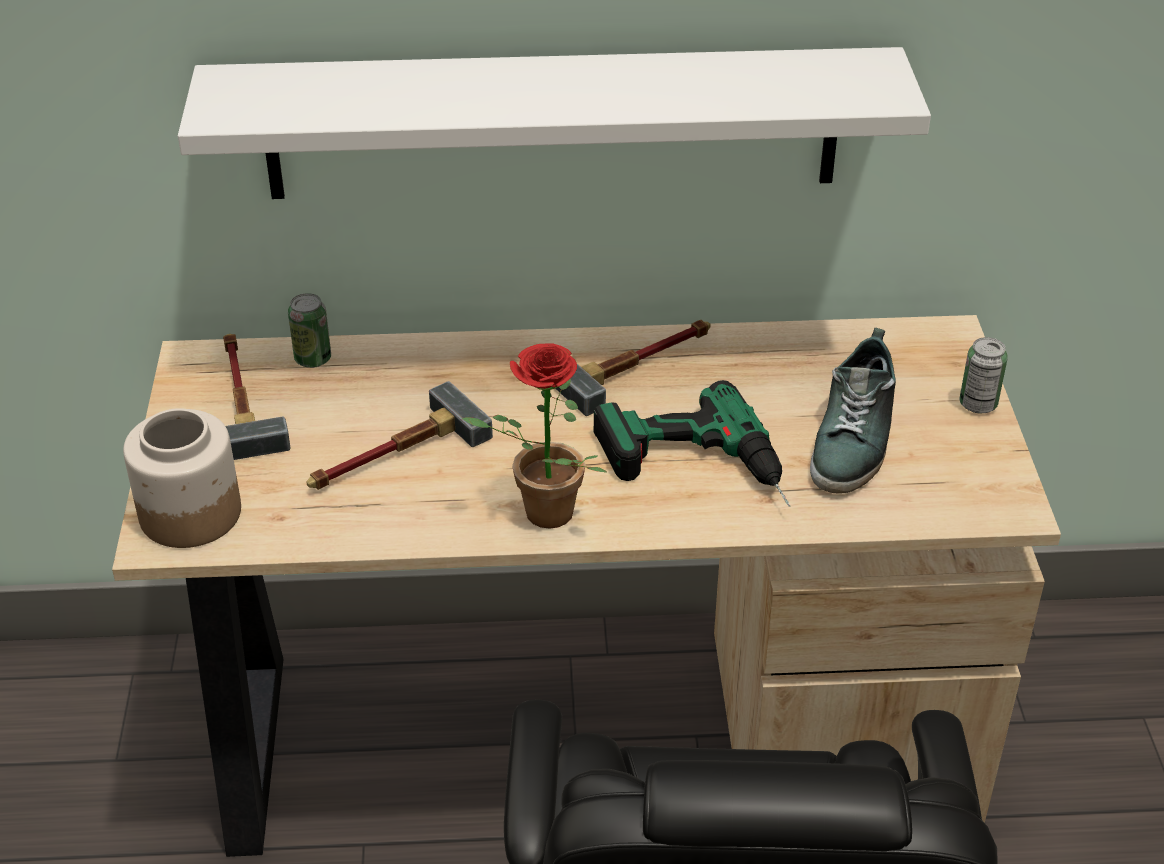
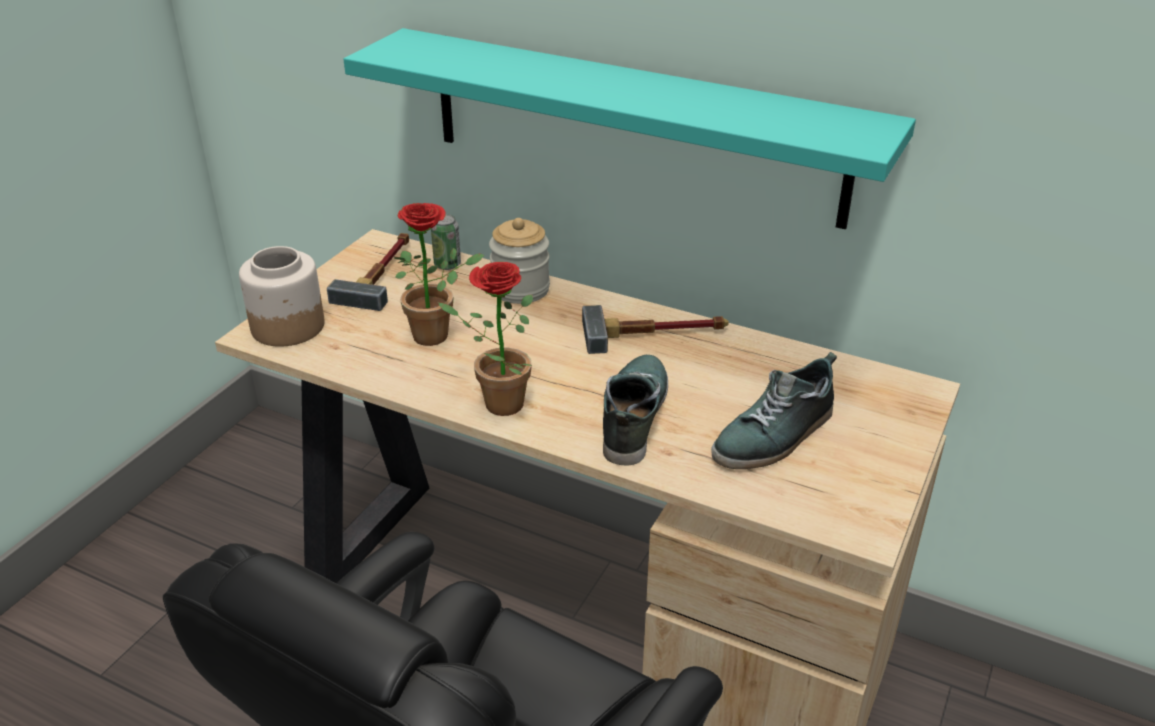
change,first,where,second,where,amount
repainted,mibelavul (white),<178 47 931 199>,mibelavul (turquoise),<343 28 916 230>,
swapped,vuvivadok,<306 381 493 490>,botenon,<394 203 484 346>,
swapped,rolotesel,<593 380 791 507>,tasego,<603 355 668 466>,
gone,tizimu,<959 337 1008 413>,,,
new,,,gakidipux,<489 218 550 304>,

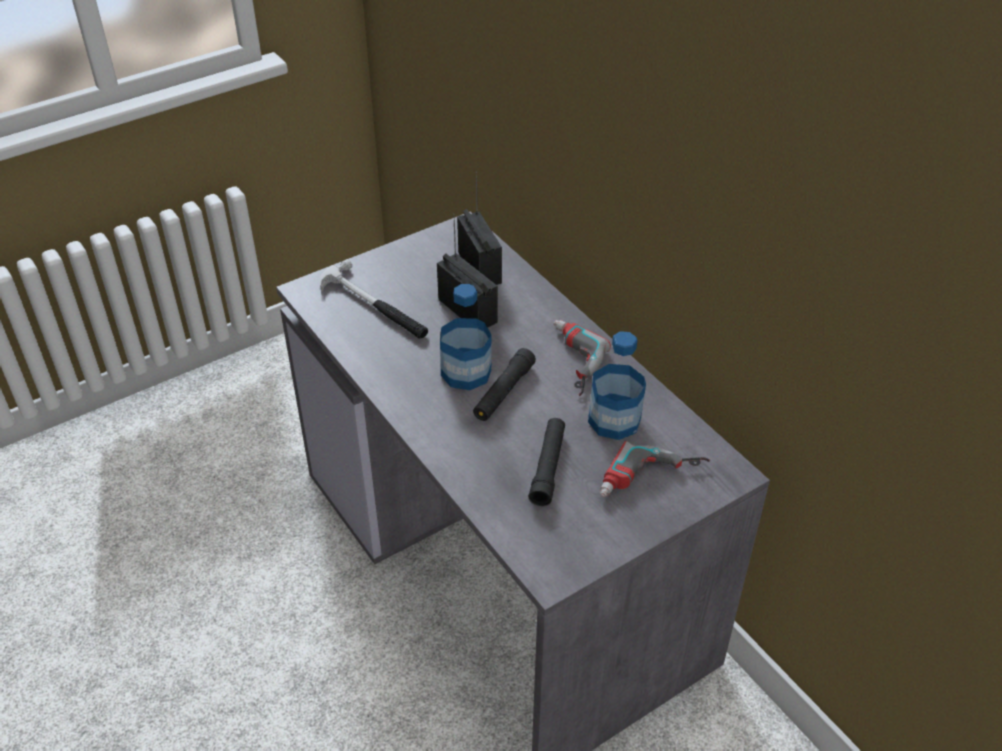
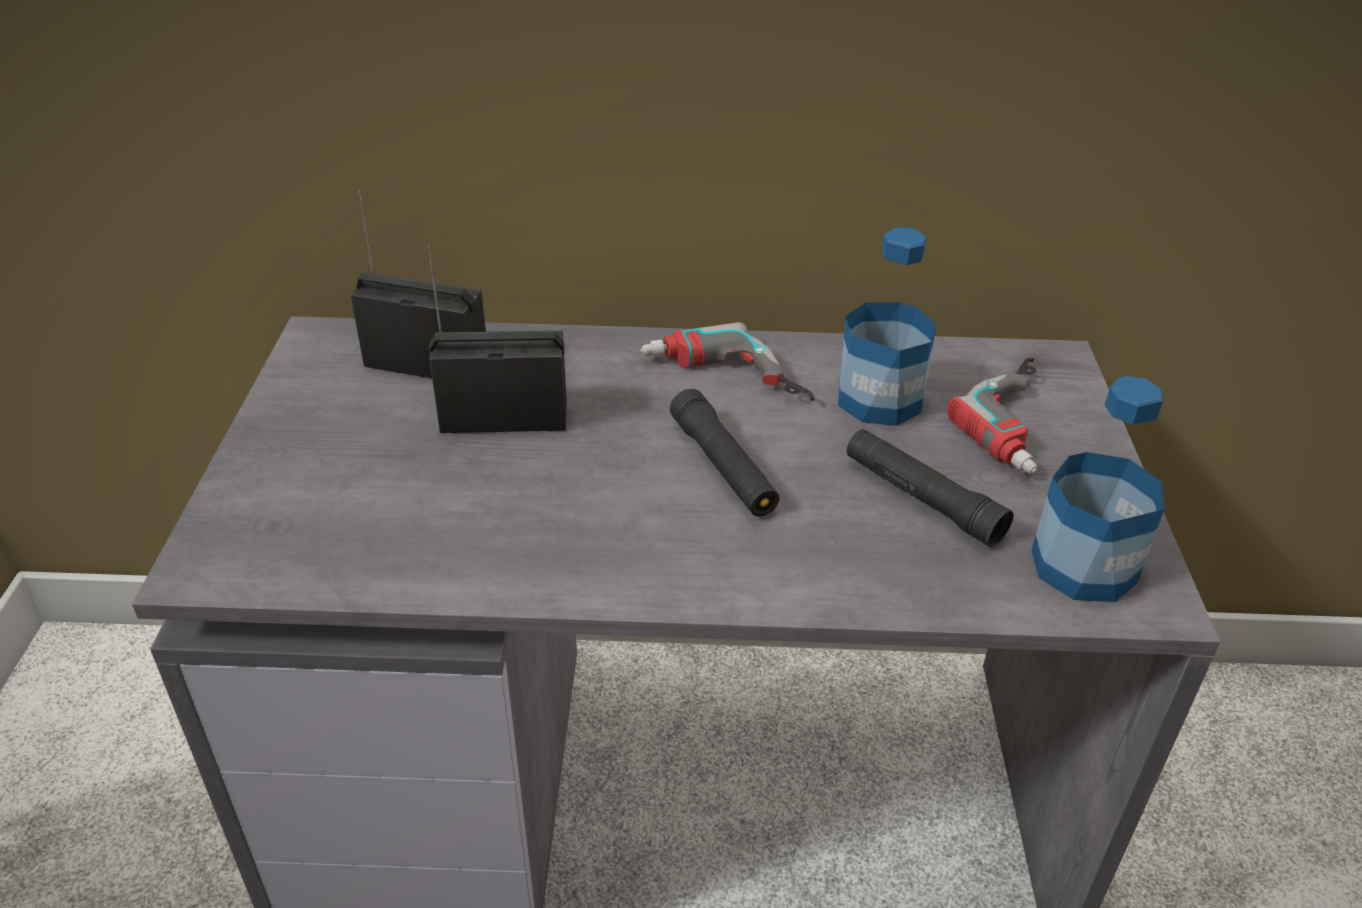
change,first,where,second,where,amount
gone,vuvivadok,<320 259 428 338>,,,
shifted,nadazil,<440 284 492 390>,,<1031 376 1165 602>,

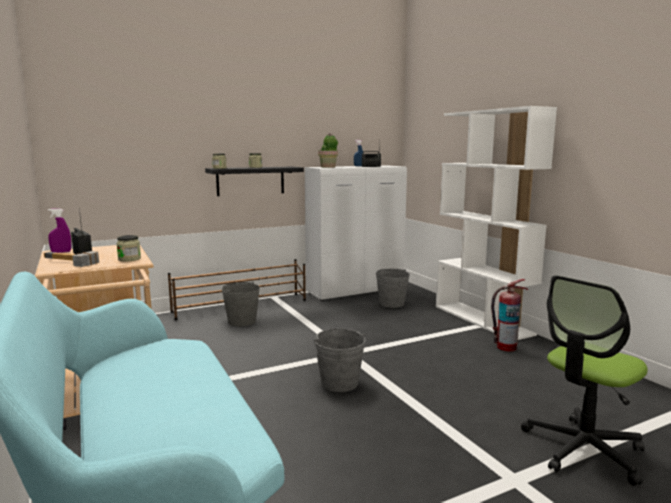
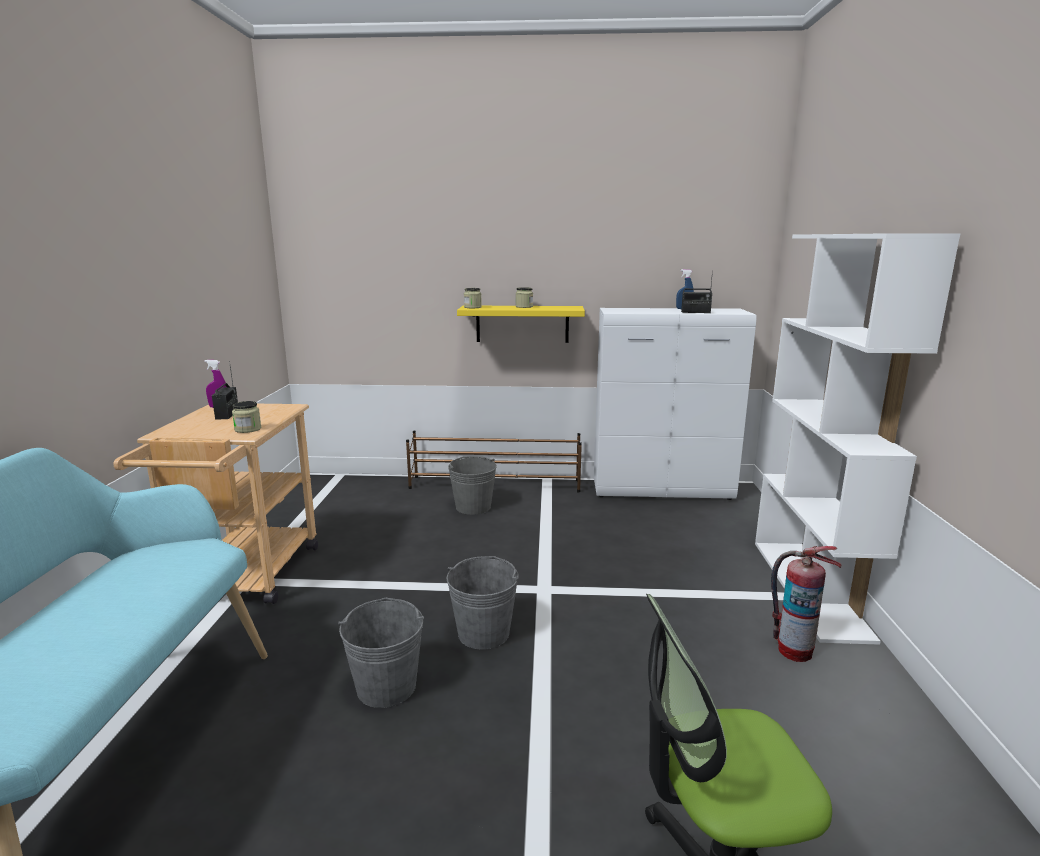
change,first,where,second,where,amount
gone,vuvivadok,<44 251 99 267>,,,
repainted,mibelavul (black),<205 167 304 196>,mibelavul (yellow),<457 305 585 343>,
gone,botenon,<318 133 338 168>,,,
shifted,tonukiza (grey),<376 269 410 308>,,<338 598 424 708>,

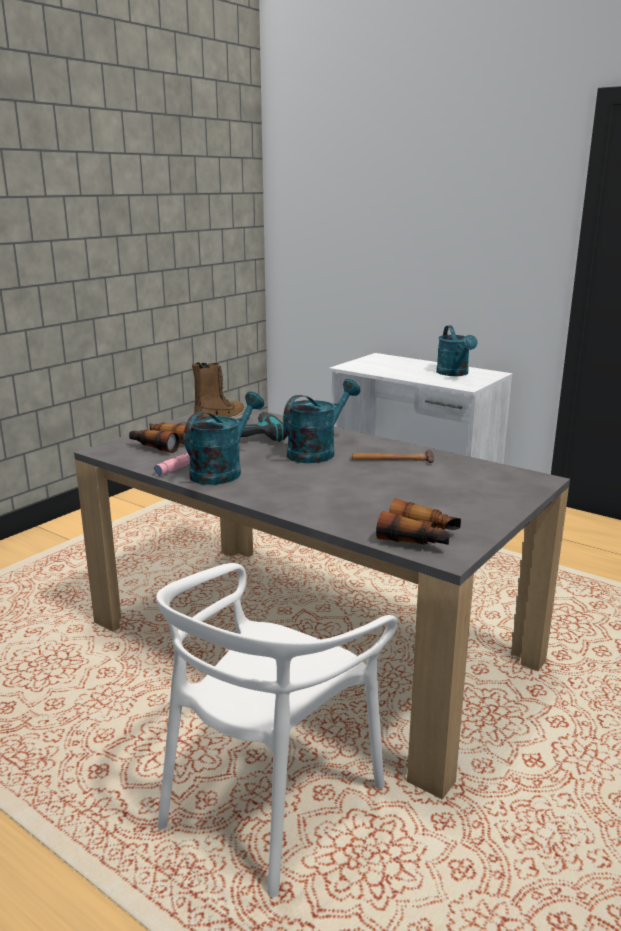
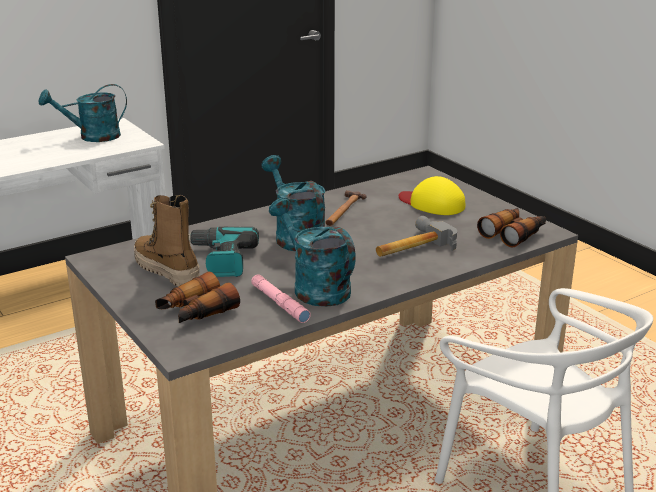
change,first,where,second,where,amount
rotated,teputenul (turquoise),<436 325 478 376>,,<38 84 127 142>,150 degrees clockwise
new,,,vuvivadok,<376 216 457 257>,
new,,,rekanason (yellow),<399 176 465 215>,

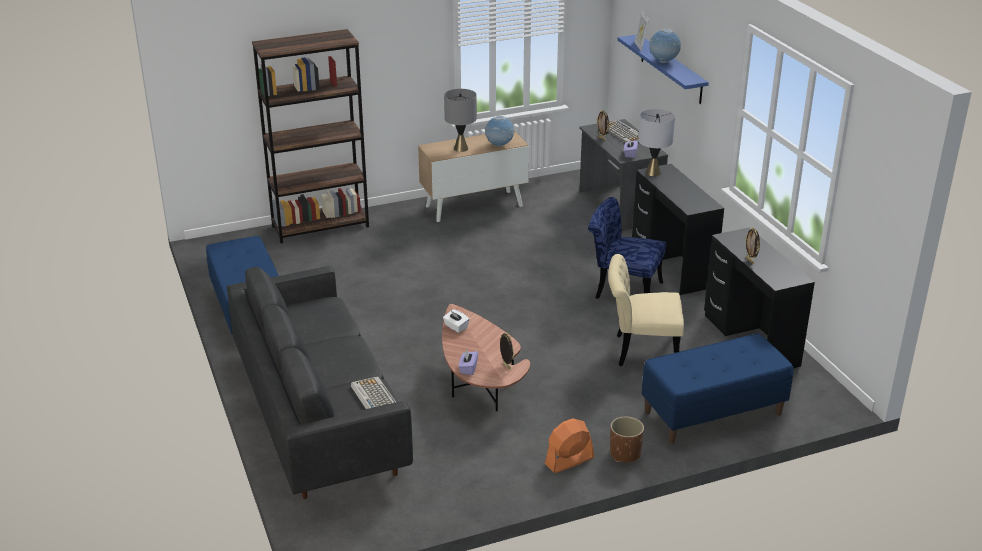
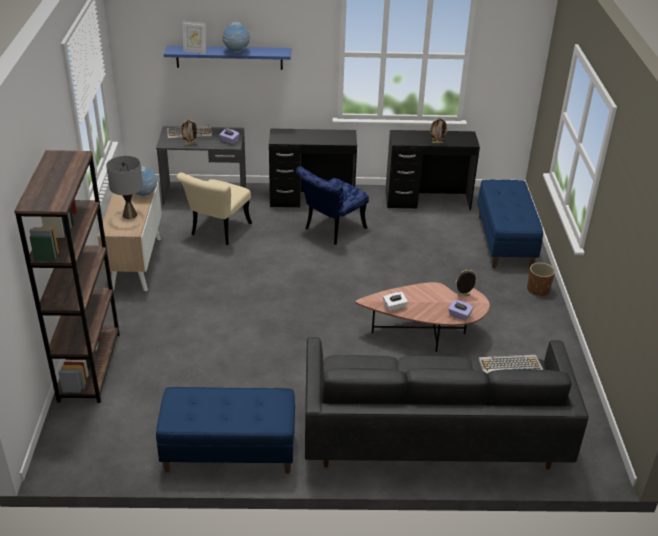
change,first,where,second,where,amount
gone,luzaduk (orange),<545 418 594 473>,,,
shifted,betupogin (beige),<608 254 684 366>,,<176 173 252 245>,
gone,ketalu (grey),<638 109 675 176>,,,

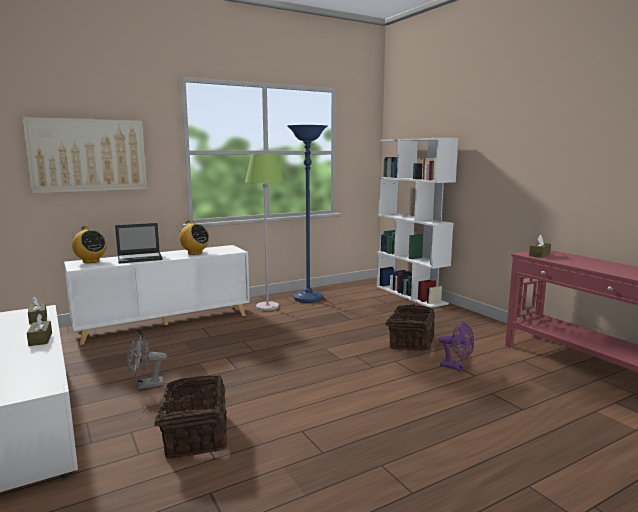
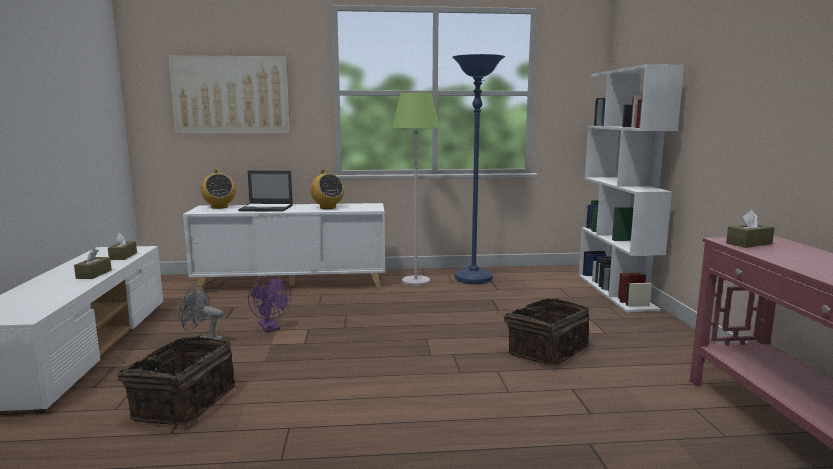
change,first,where,second,where,amount
shifted,luzaduk (purple),<438 321 474 371>,,<248 276 291 332>,

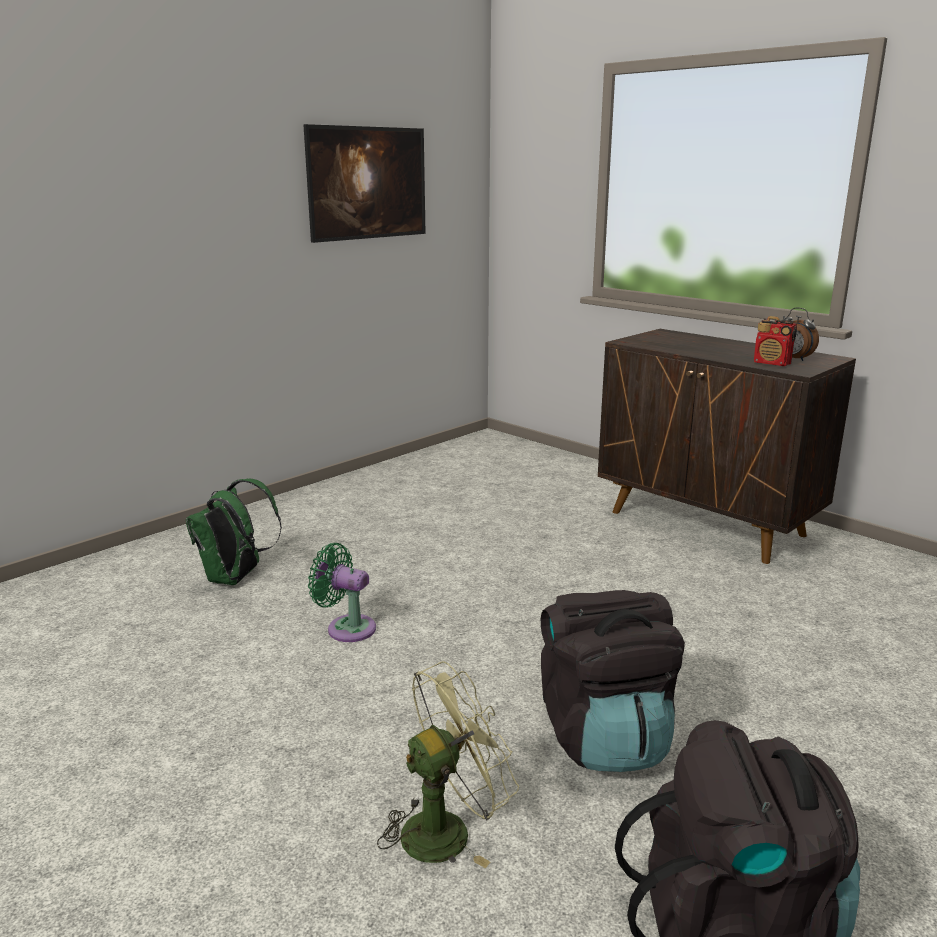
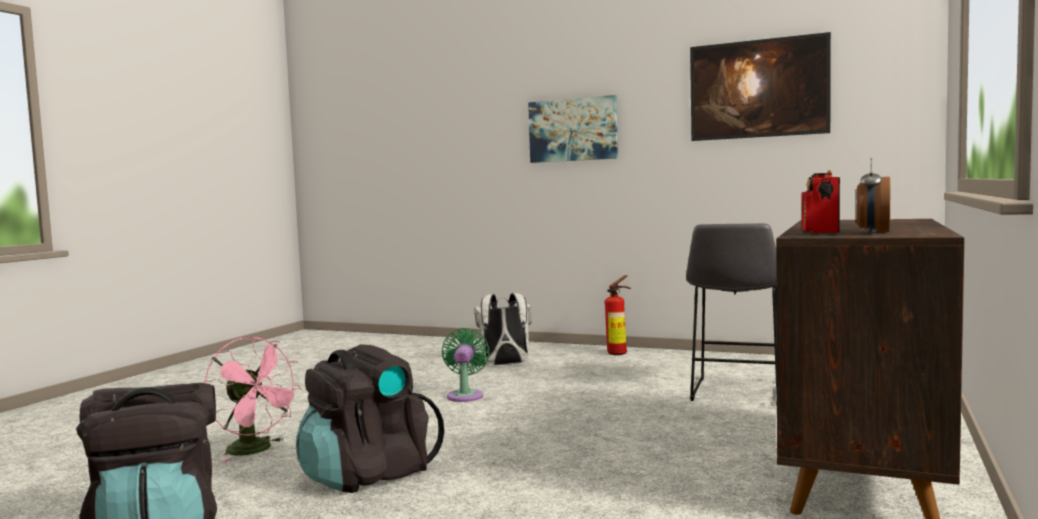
change,first,where,second,where,amount
repainted,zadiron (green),<186 479 282 585>,zadiron (white),<474 293 531 365>,
repainted,luzaduk (green),<377 661 519 868>,luzaduk (pink),<204 337 302 463>,
new,,,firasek,<528 95 618 163>,
new,,,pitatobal,<605 275 631 355>,
new,,,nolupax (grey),<686 223 777 406>,

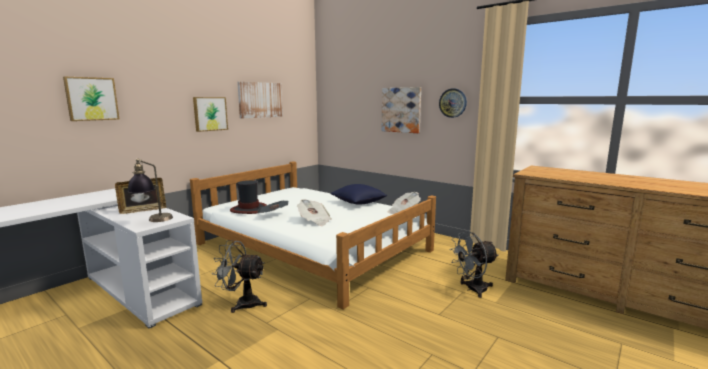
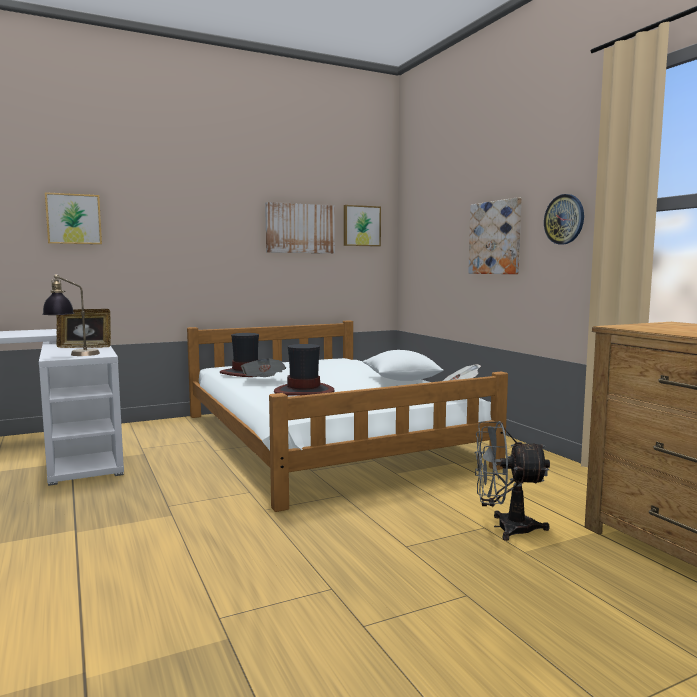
change,first,where,second,where,amount
shifted,firasek,<193 97 228 132>,,<344 205 381 246>,
gone,luzaduk (grey),<213 240 267 313>,,,
swapped,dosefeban,<297 199 332 226>,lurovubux,<274 344 335 396>,
repainted,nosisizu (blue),<330 184 387 205>,nosisizu (white),<363 350 444 381>,

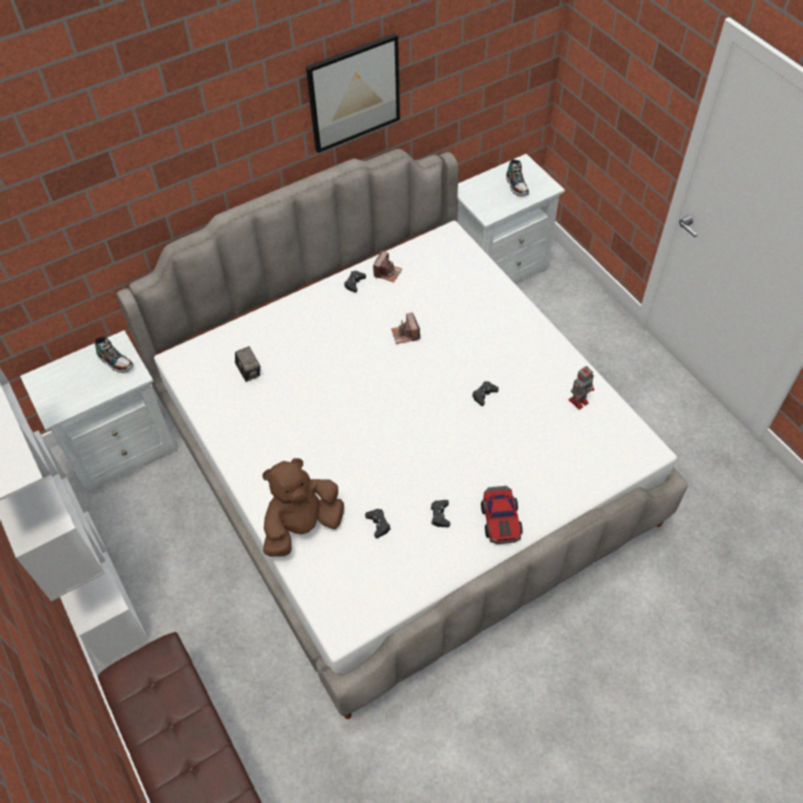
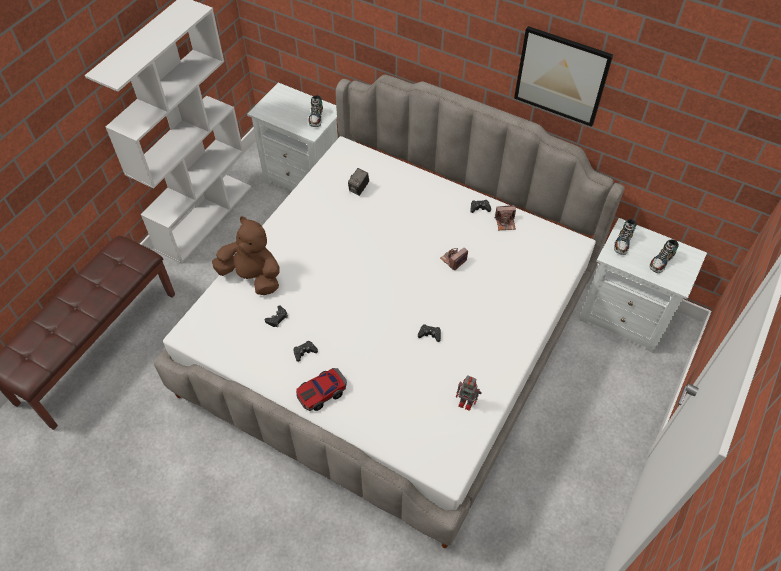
change,first,where,second,where,amount
new,,,tasego,<614 219 637 255>,

